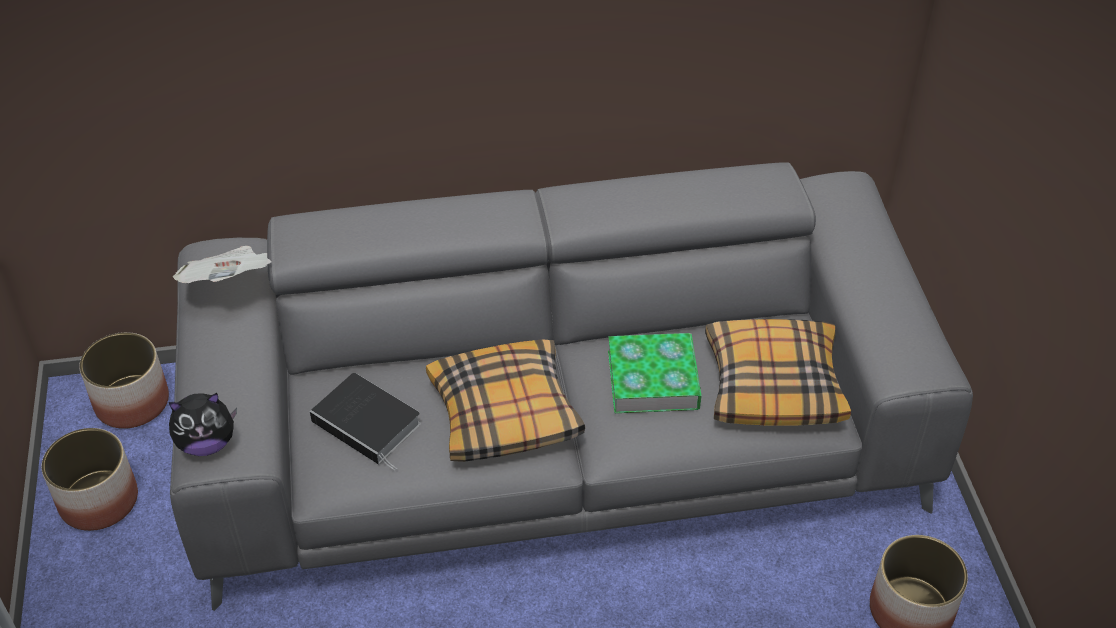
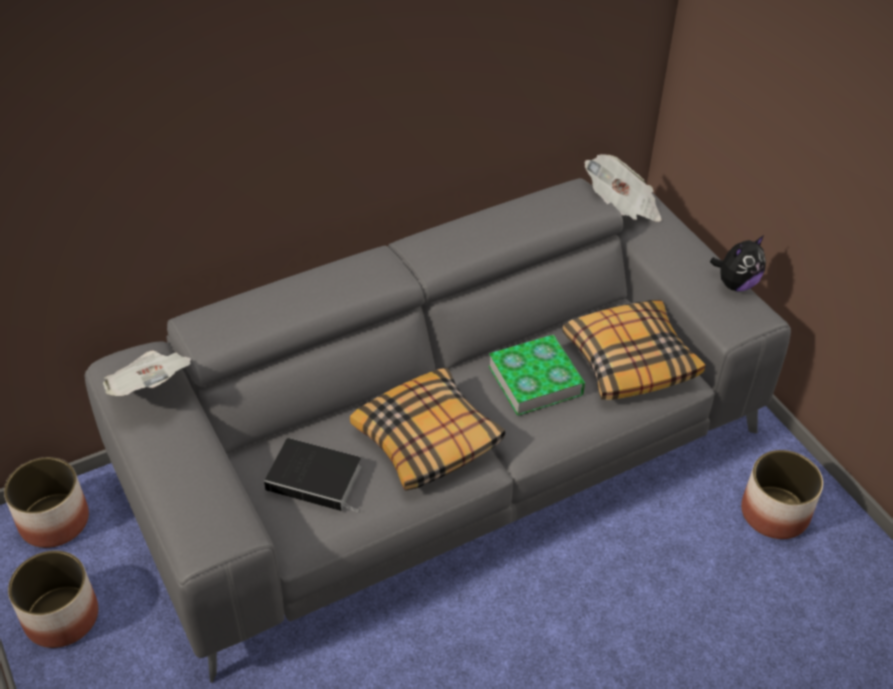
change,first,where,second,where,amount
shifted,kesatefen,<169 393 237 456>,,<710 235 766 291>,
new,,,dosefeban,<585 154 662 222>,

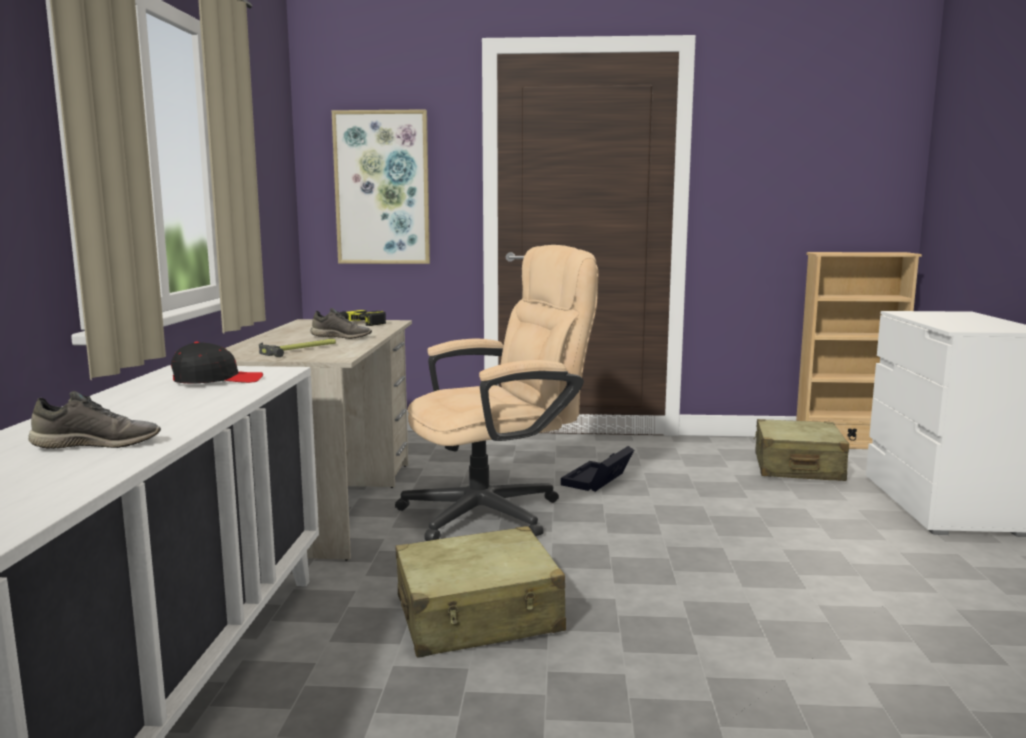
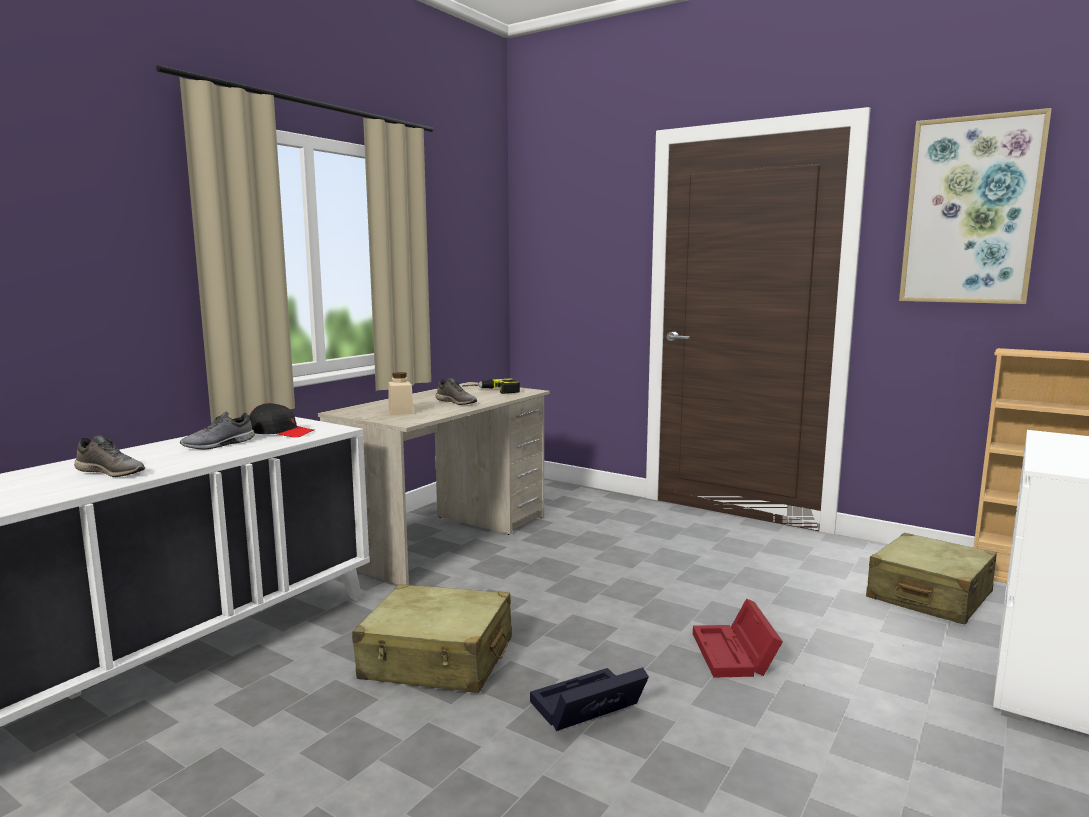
change,first,where,second,where,amount
swapped,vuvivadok,<259 339 336 357>,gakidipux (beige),<388 372 414 415>,
shifted,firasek,<331 109 430 264>,,<899 108 1052 304>,
gone,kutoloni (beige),<395 245 599 541>,,,
shifted,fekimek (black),<561 446 634 492>,,<530 667 649 731>,
new,,,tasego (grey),<180 412 255 450>,
new,,,fekimek (red),<693 598 783 678>,

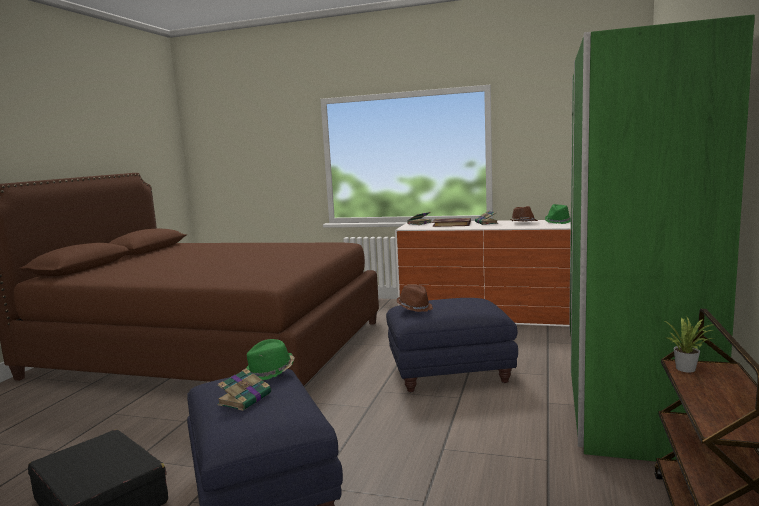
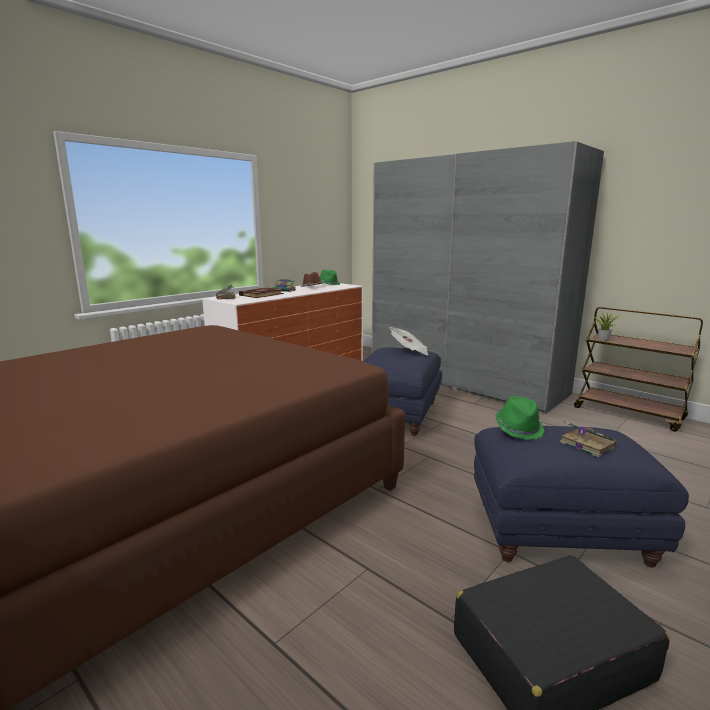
change,first,where,second,where,amount
gone,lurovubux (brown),<397 285 433 312>,,,
repainted,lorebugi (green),<569 15 755 462>,lorebugi (grey),<372 141 604 414>,
new,,,dosefeban,<389 327 428 355>,

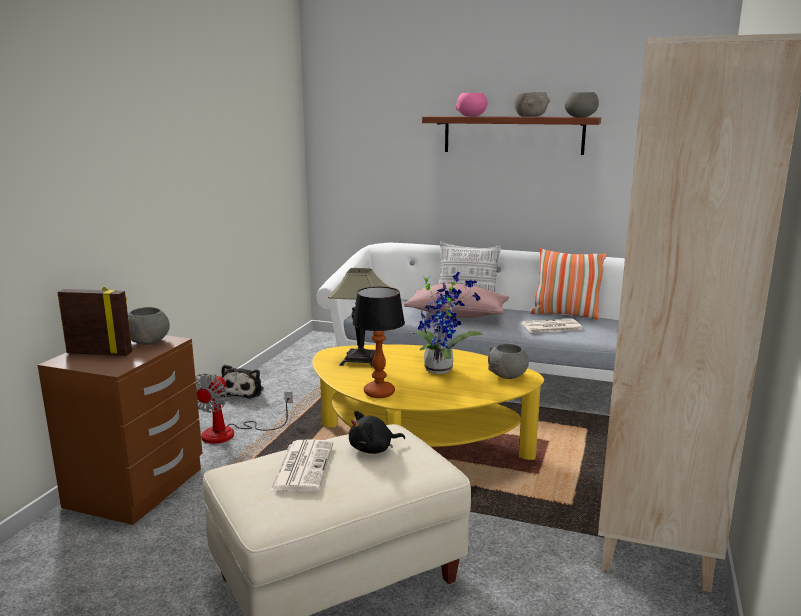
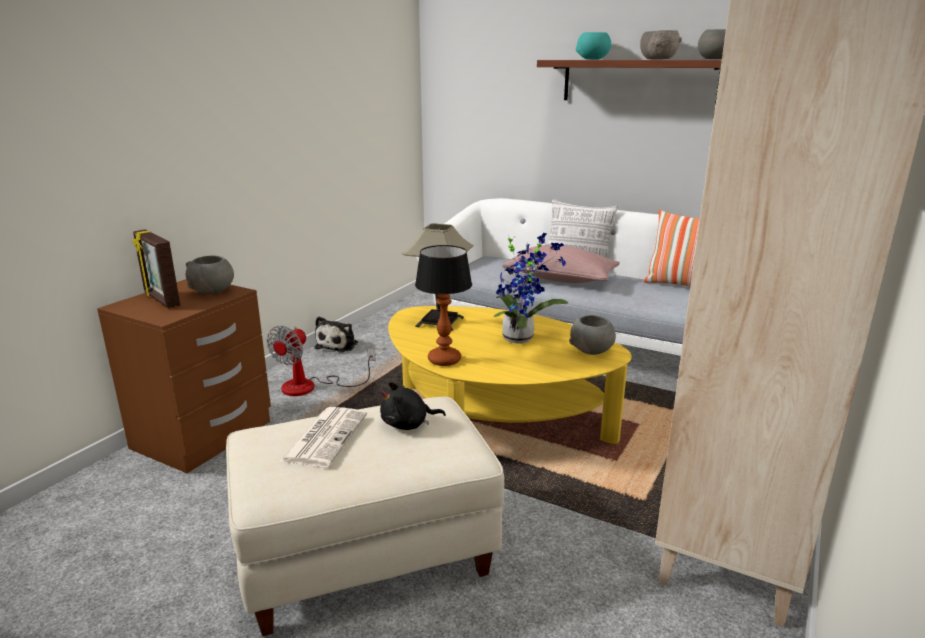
change,first,where,second,where,amount
rotated,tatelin,<57 287 132 356>,,<132 229 180 309>,150 degrees counterclockwise
repainted,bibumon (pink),<456 93 488 116>,bibumon (turquoise),<576 32 611 60>,
gone,dosefeban,<521 319 583 333>,,,

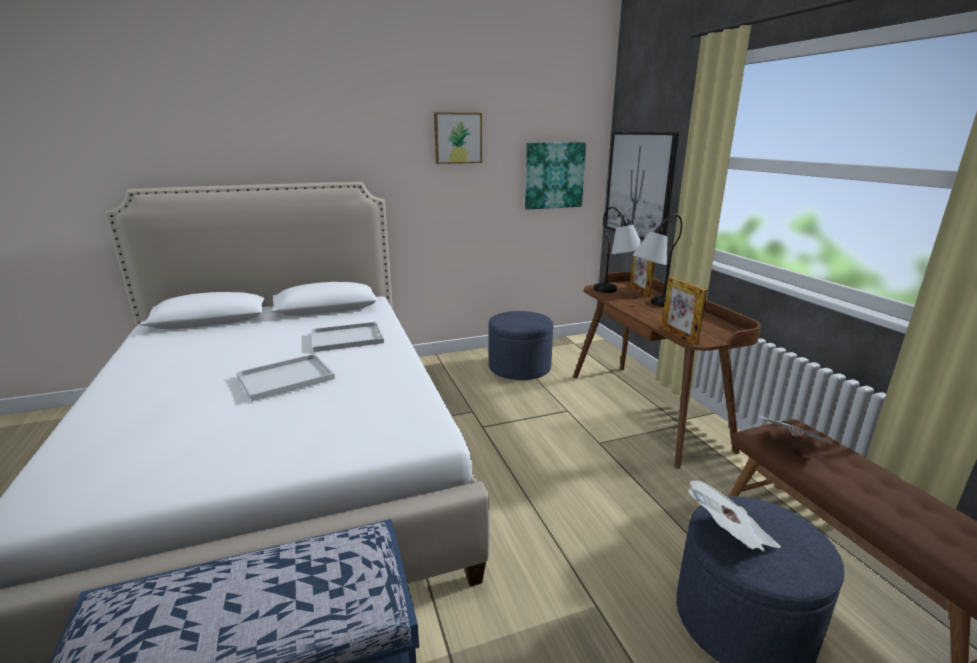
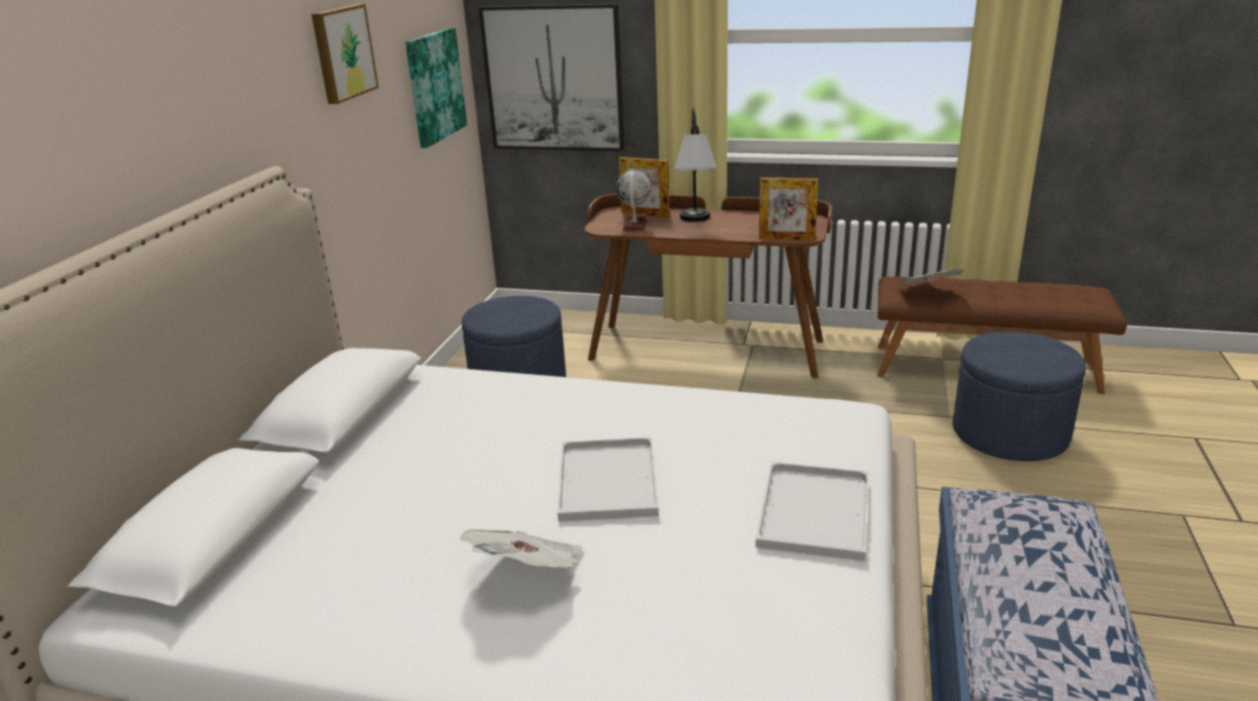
change,first,where,second,where,amount
shifted,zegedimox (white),<312 322 384 352>,,<755 462 869 561>,
swapped,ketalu,<594 207 642 293>,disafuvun,<616 170 651 231>,
shifted,dosefeban,<688 480 781 552>,,<460 529 583 569>,

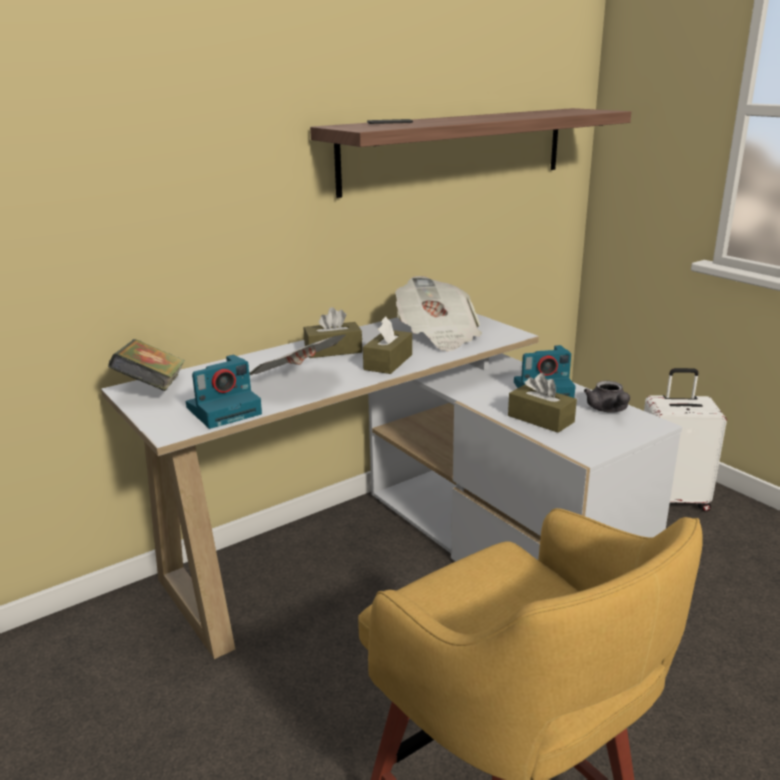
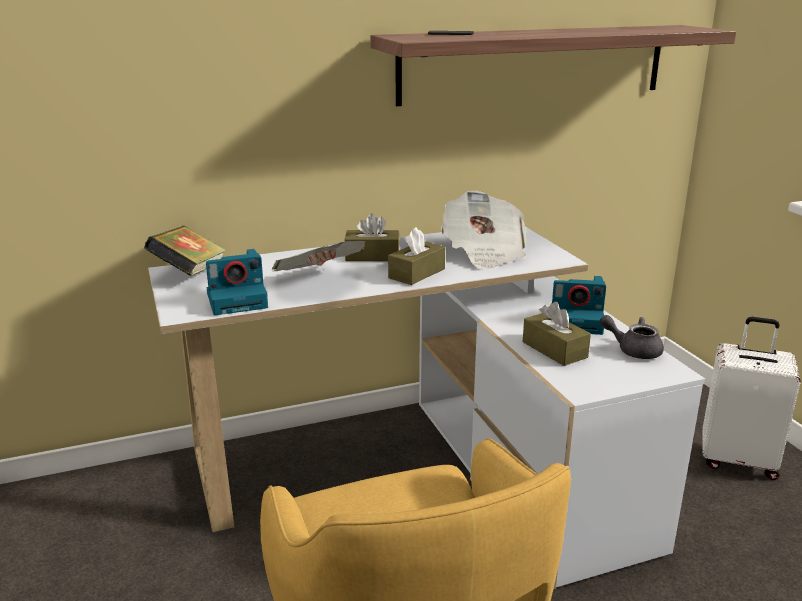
change,first,where,second,where,amount
rotated,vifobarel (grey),<584 381 630 413>,,<600 315 664 359>,105 degrees clockwise

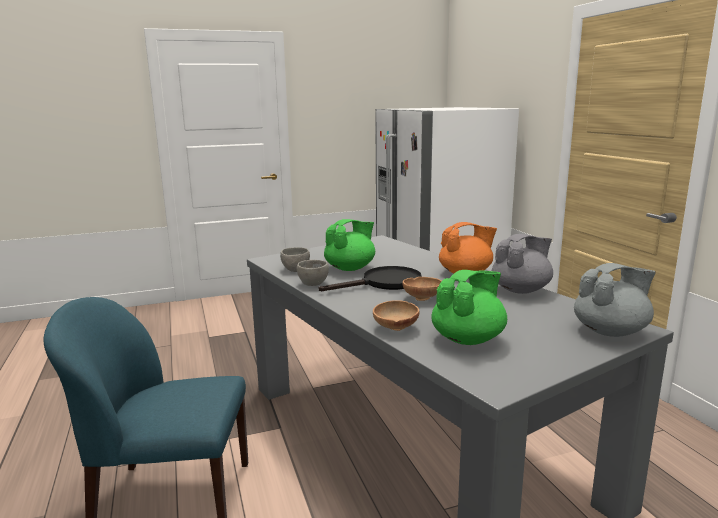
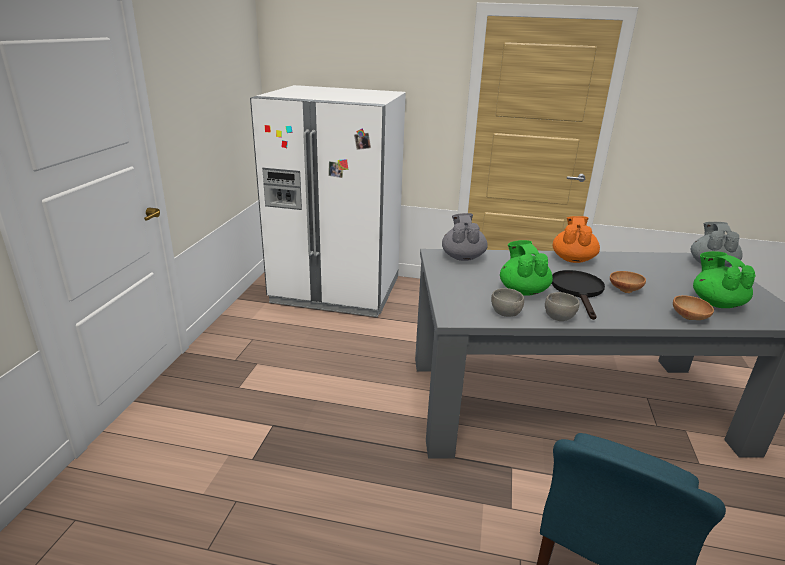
change,first,where,second,where,amount
shifted,vifobarel (grey),<492 234 553 294>,,<442 213 488 261>,

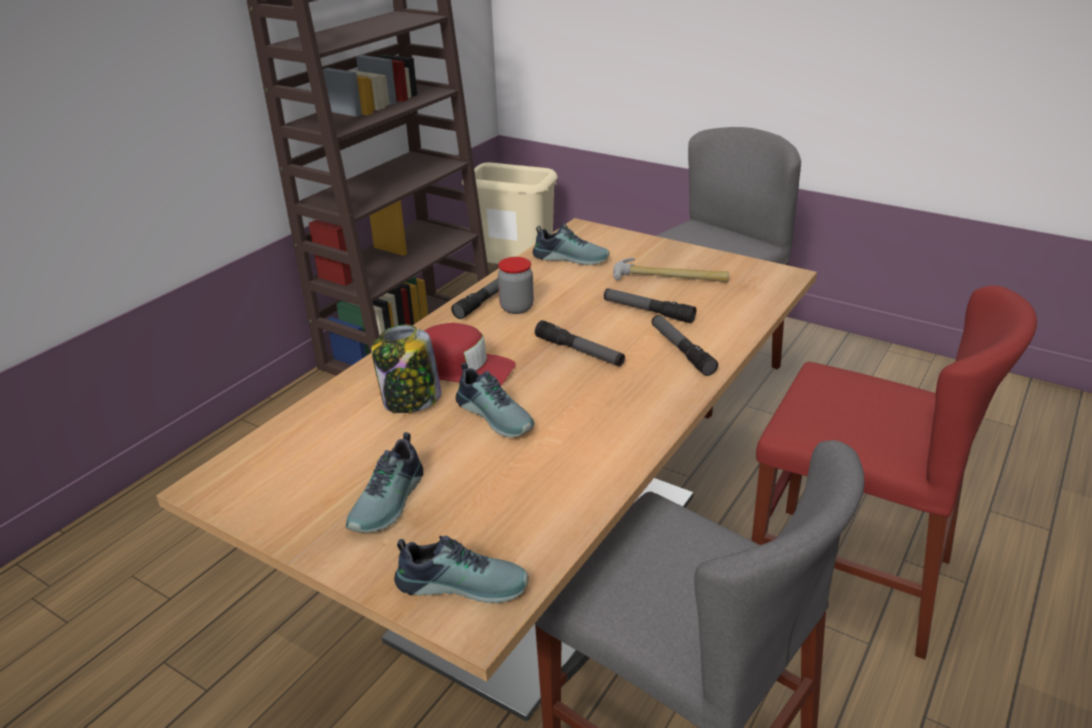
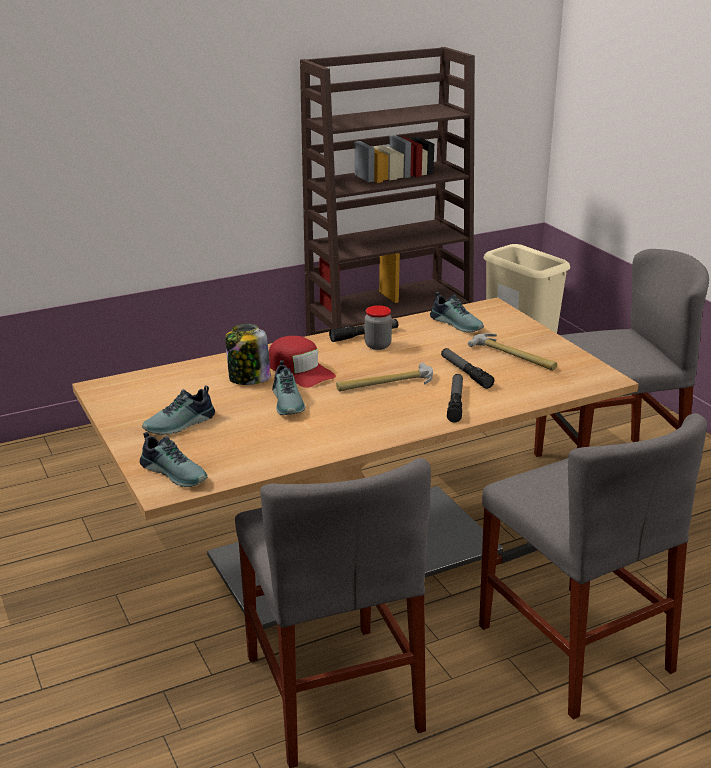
change,first,where,second,where,amount
swapped,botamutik,<535 320 625 366>,vuvivadok,<336 363 433 392>,
repainted,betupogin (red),<752 285 1037 660>,betupogin (grey),<479 413 707 720>,

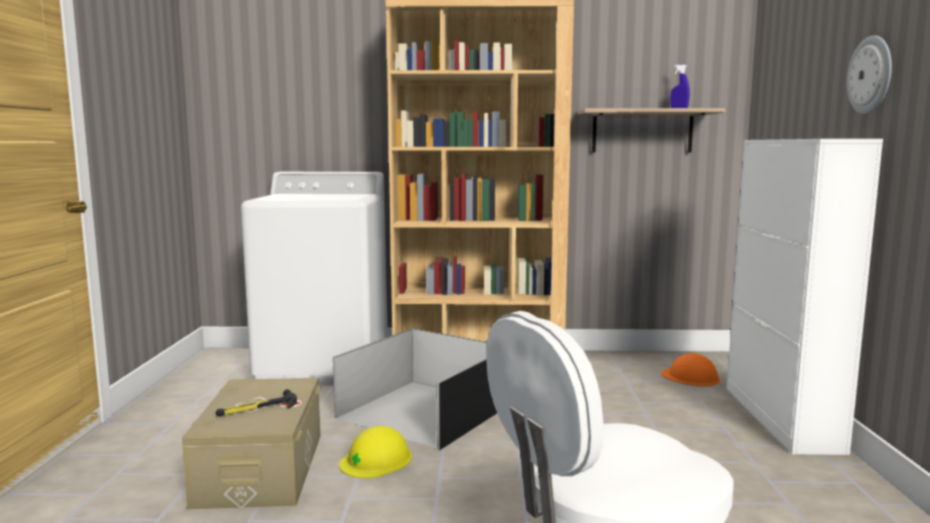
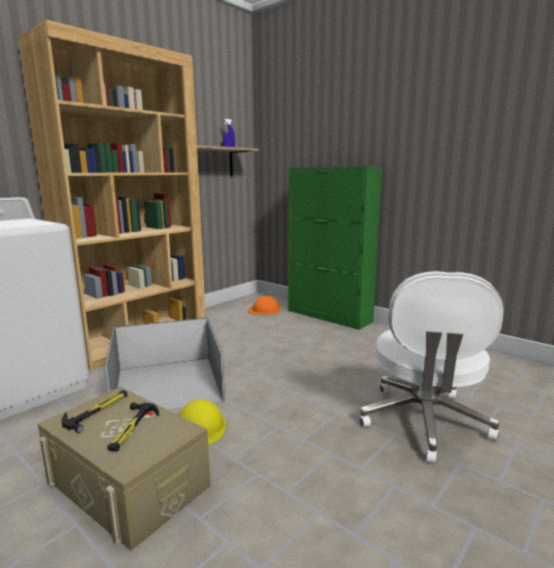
change,first,where,second,where,amount
repainted,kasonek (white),<727 139 883 455>,kasonek (green),<288 167 382 330>,
gone,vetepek,<847 35 892 114>,,,
new,,,vuvivadok,<62 390 127 433>,

